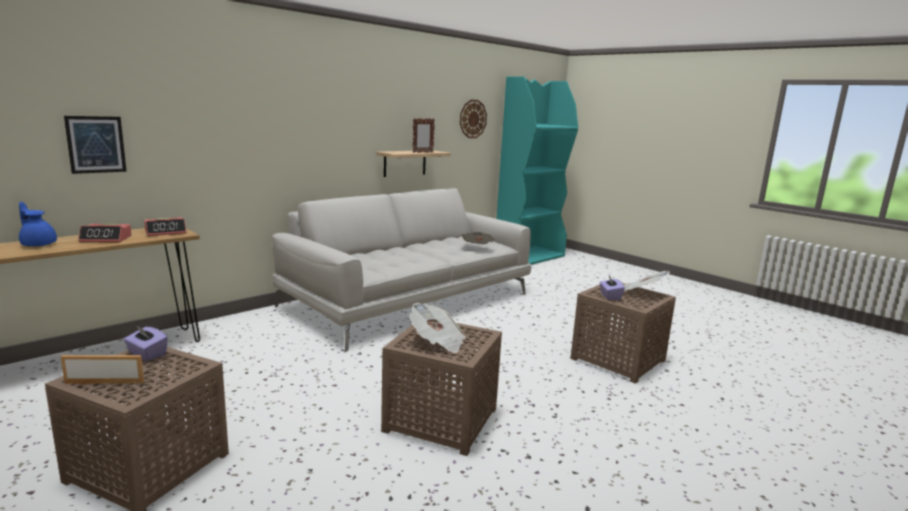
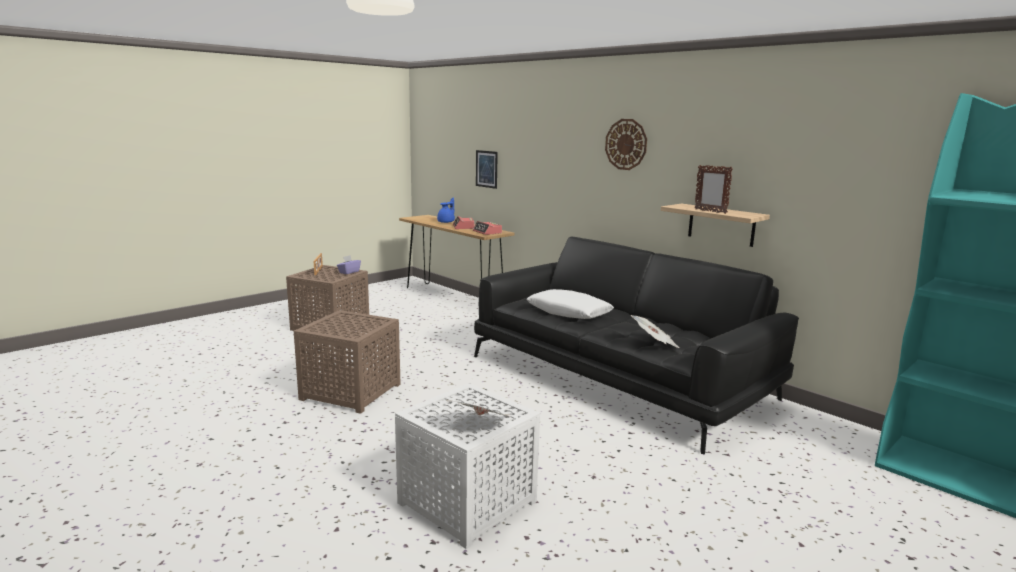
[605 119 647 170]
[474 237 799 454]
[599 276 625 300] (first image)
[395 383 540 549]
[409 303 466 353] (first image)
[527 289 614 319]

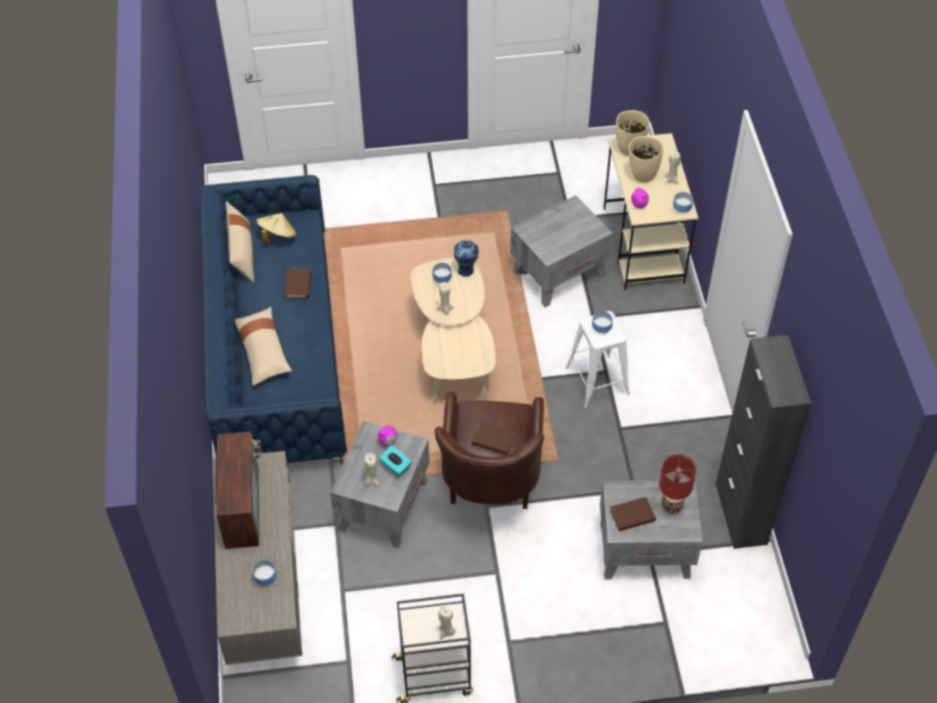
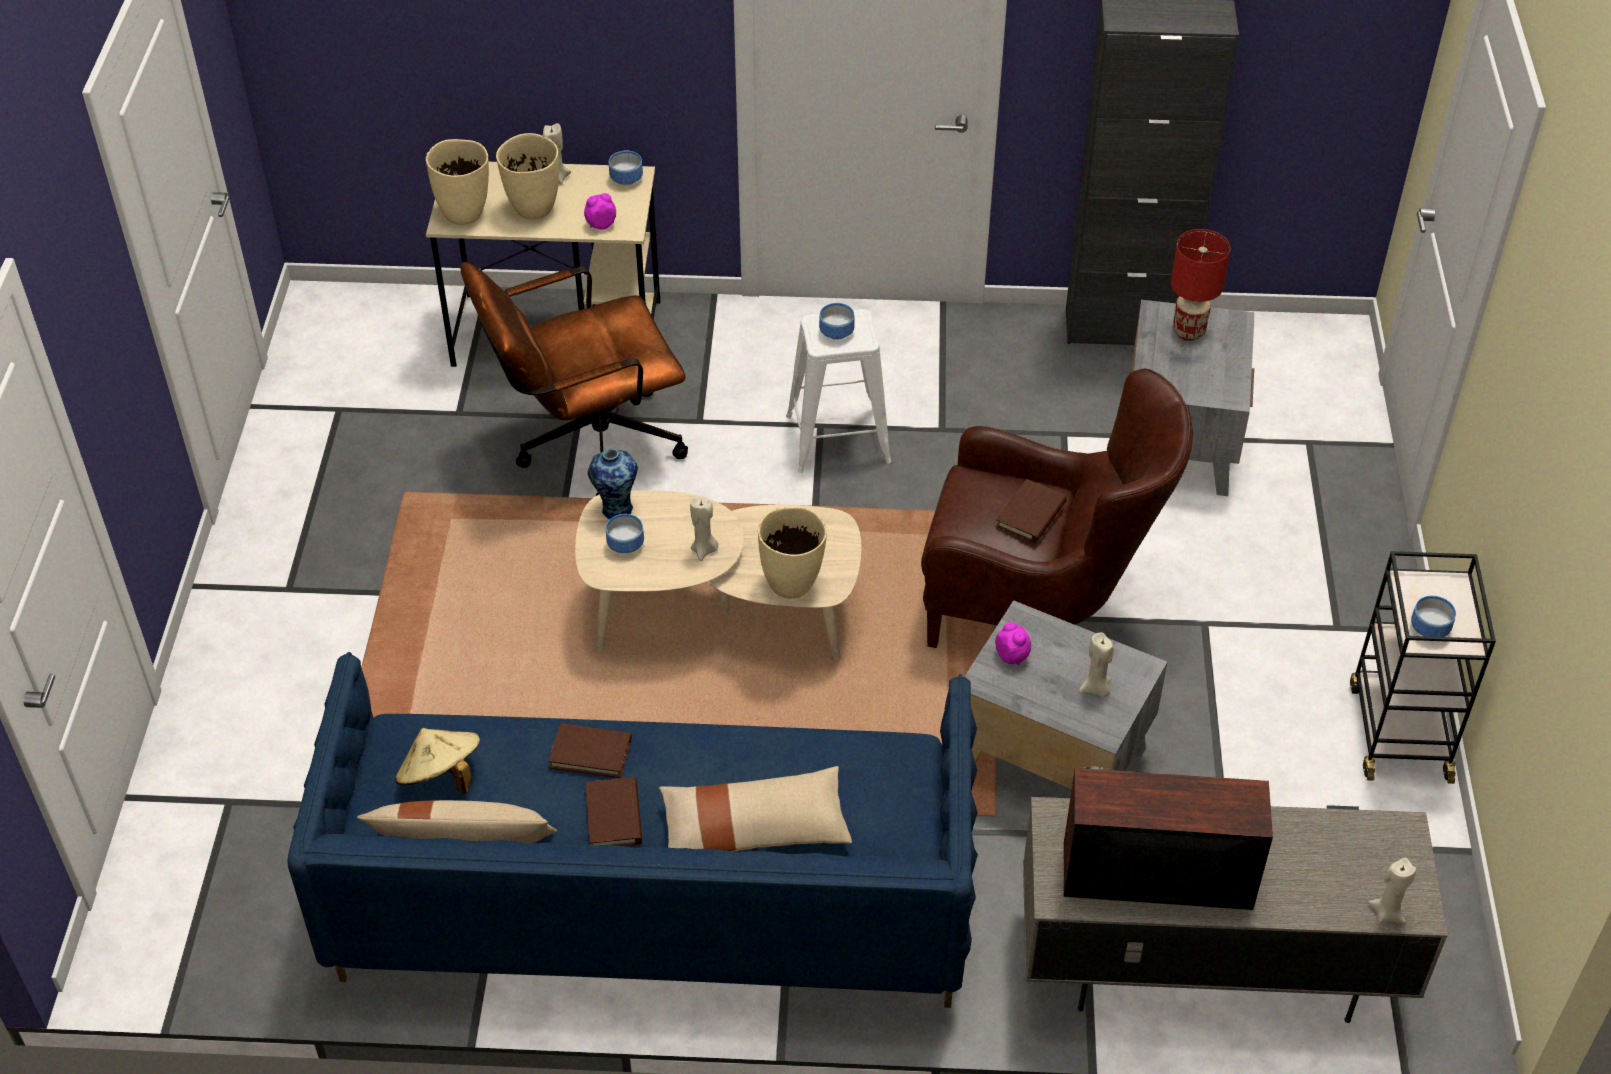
[461 262 688 496]
[380 445 412 477] (first image)
[585 777 642 846]
[1411 596 1456 637]
[1368 858 1416 924]
[758 507 827 599]

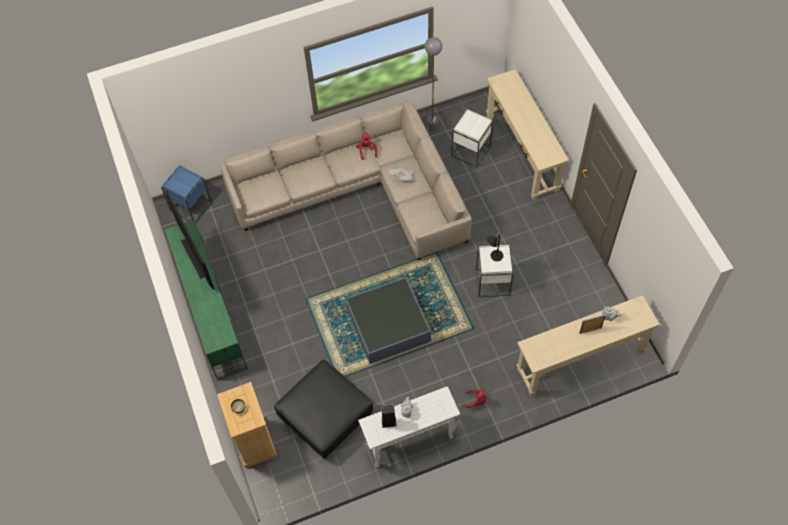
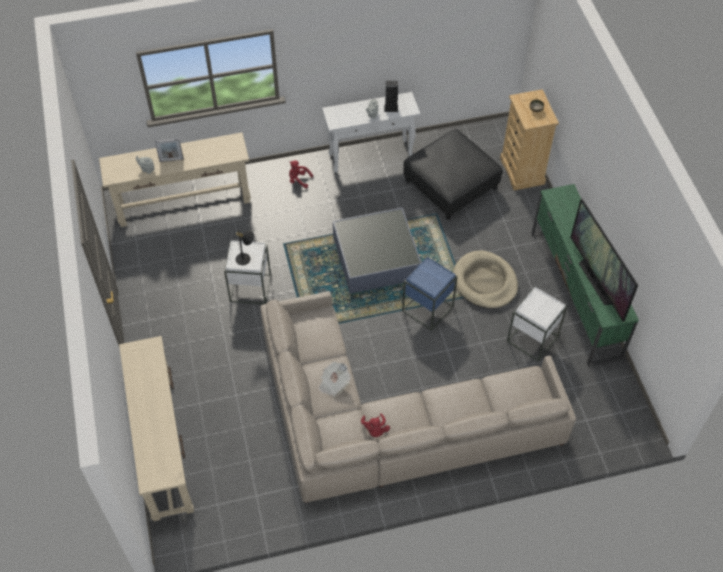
[425 37 443 131] (first image)
[507 287 567 362]
[402 257 458 331]
[453 250 518 309]

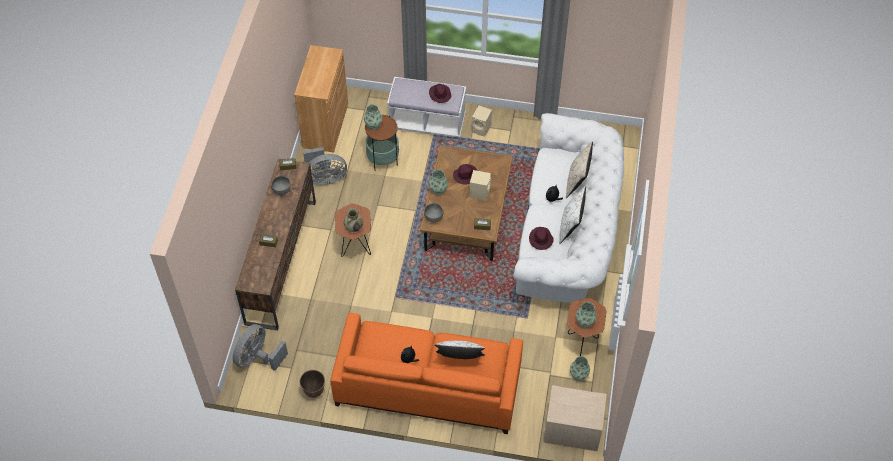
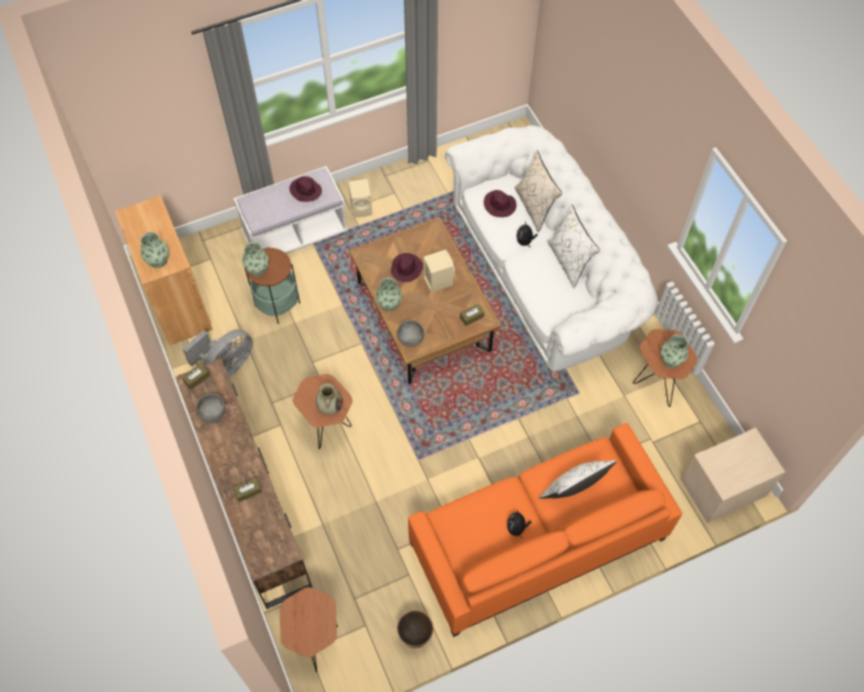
[484 190 517 217]
[280 587 338 672]
[141 232 169 268]

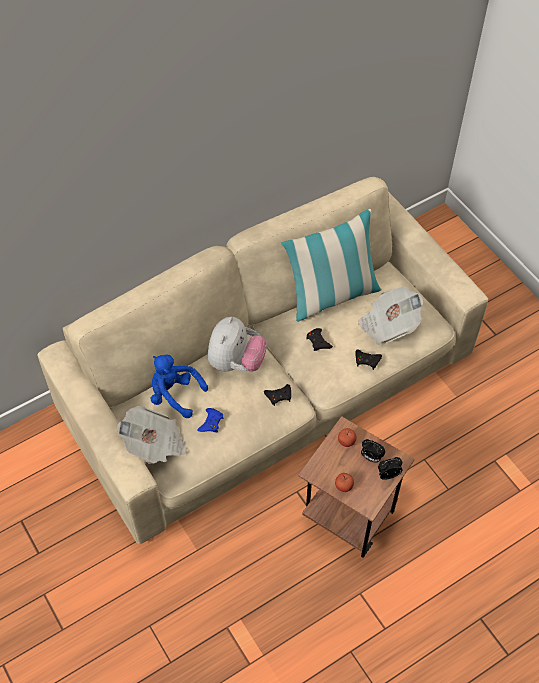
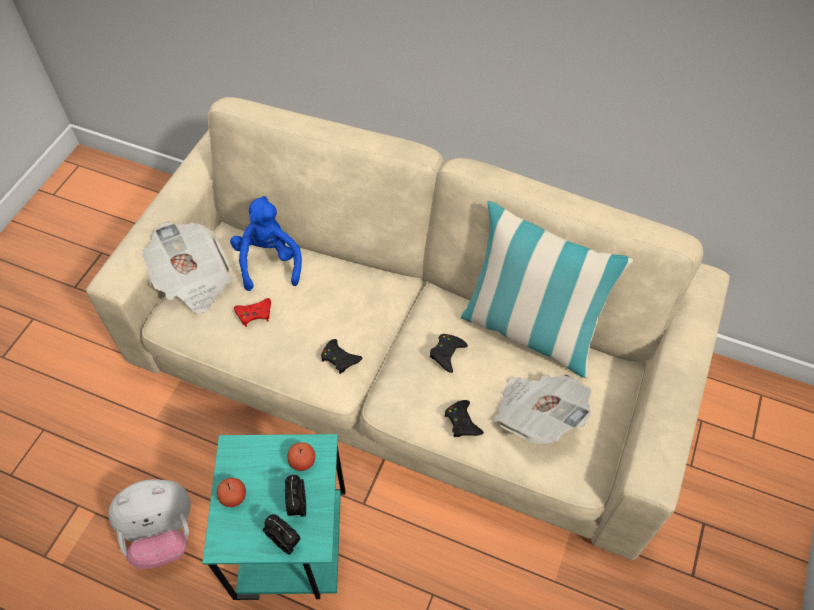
[109 479 191 569]
[234 298 271 327]
[202 434 345 600]

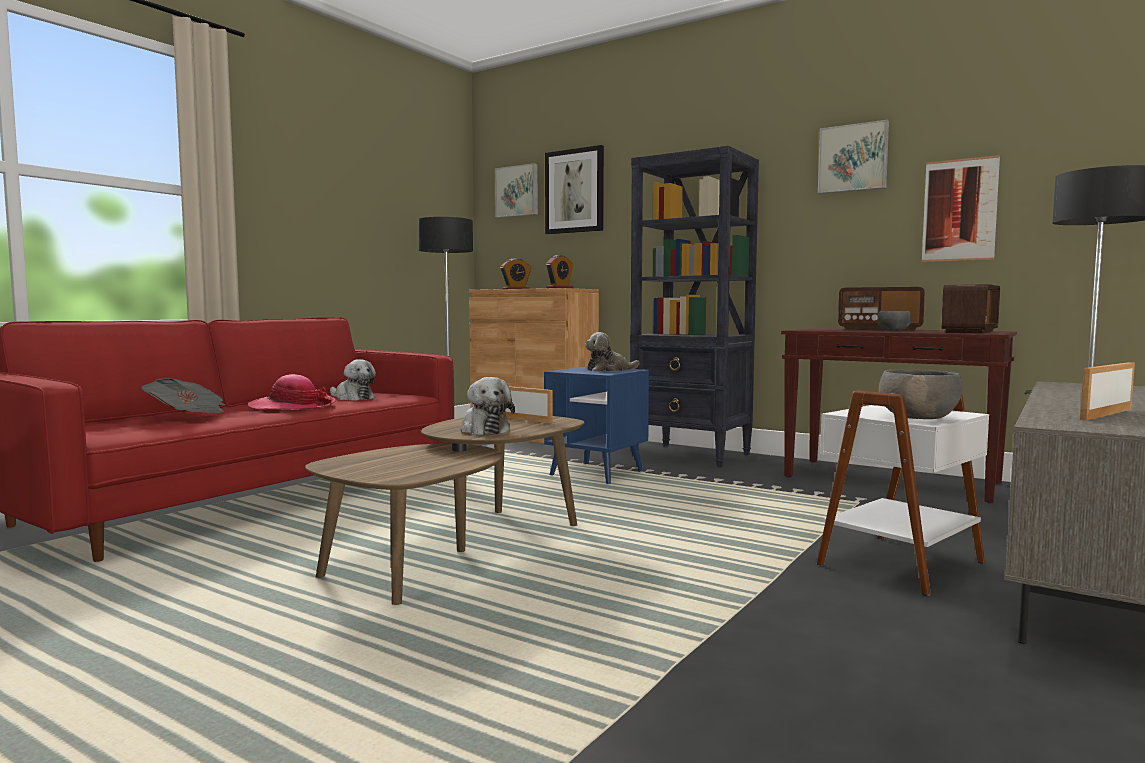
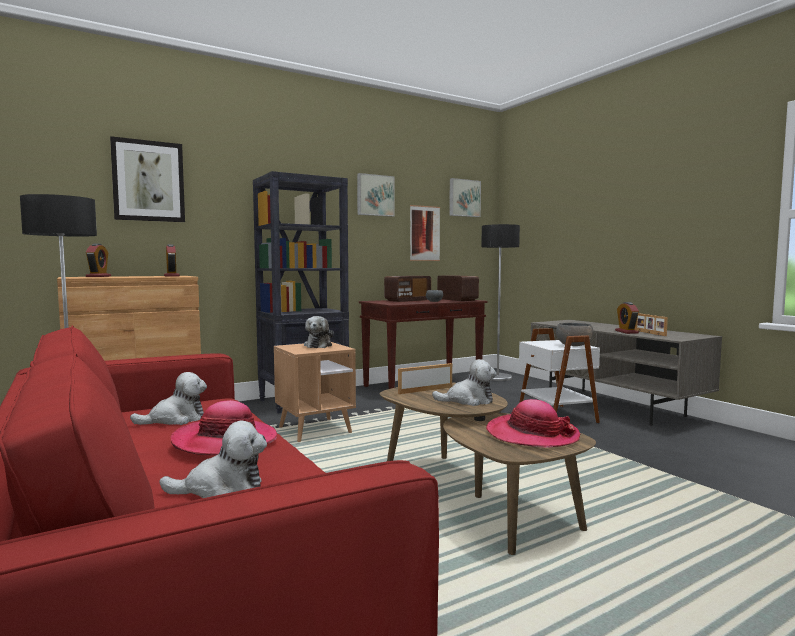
[449 178 481 217]
[274 342 356 442]
[159 421 267 498]
[615 302 639 334]
[486 399 581 448]

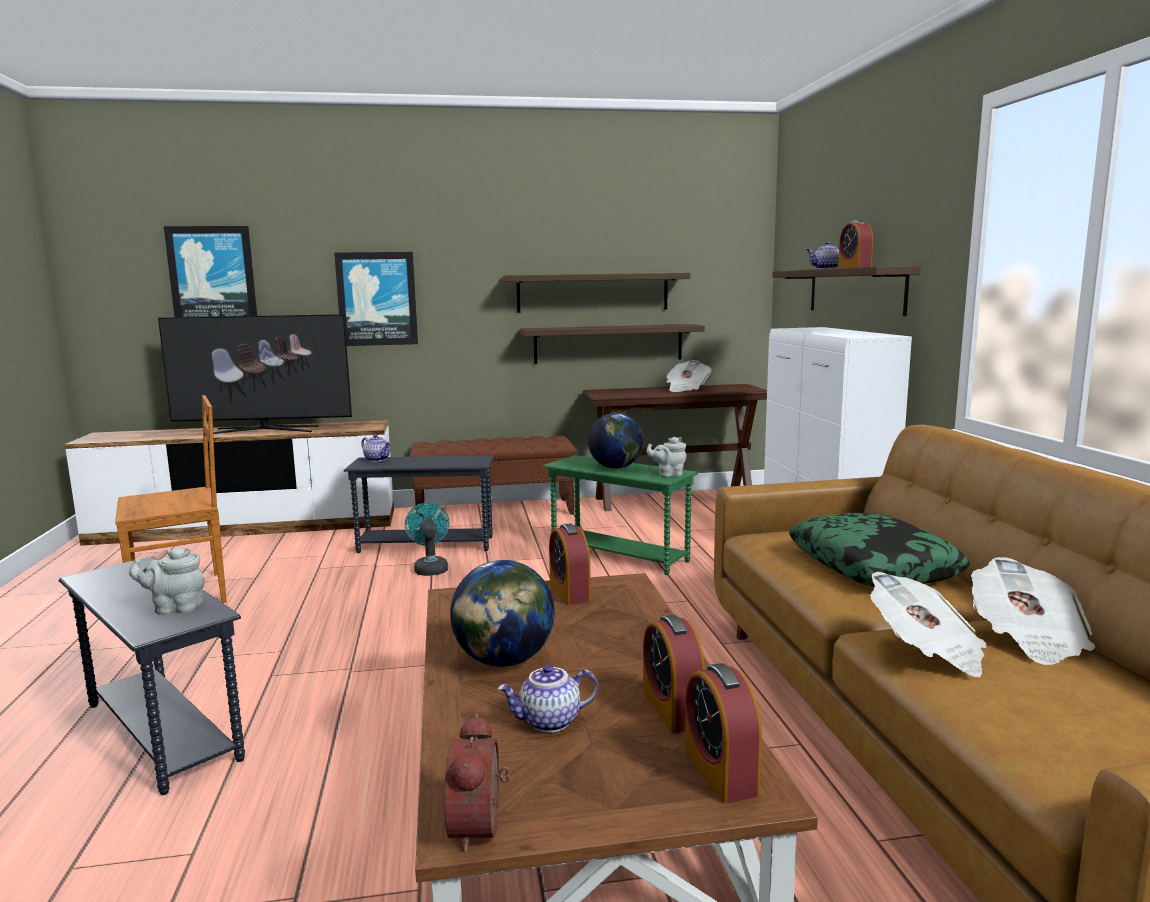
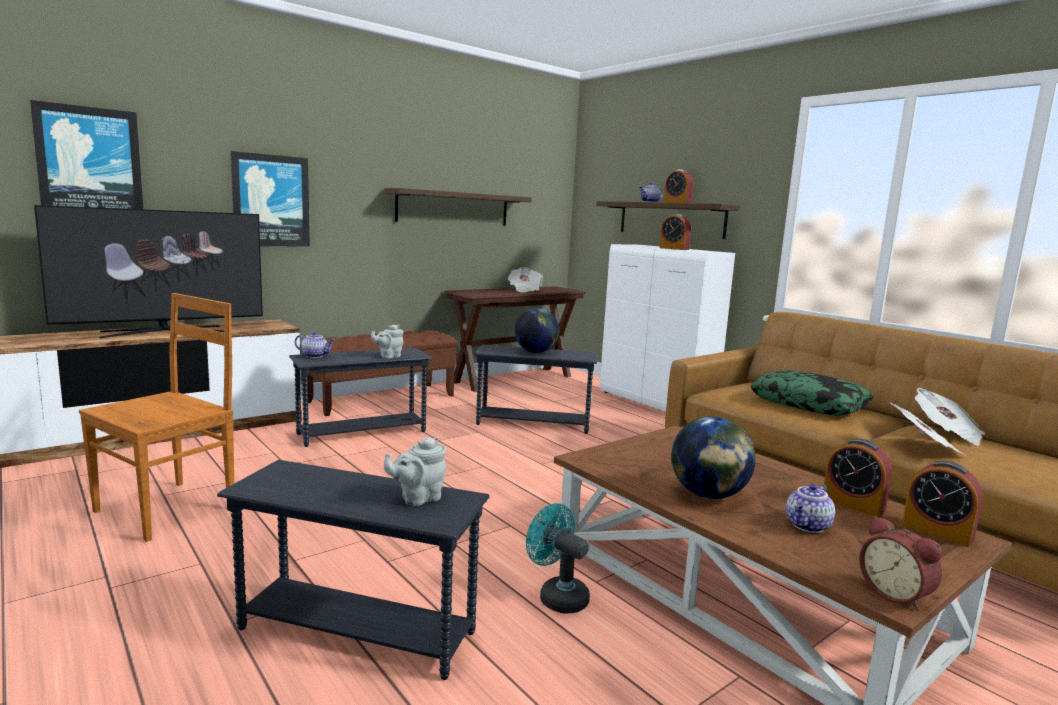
[520 324 705 364] (first image)
[371 324 403 359]
[474 344 597 434]
[526 503 590 614]
[660 214 691 250]

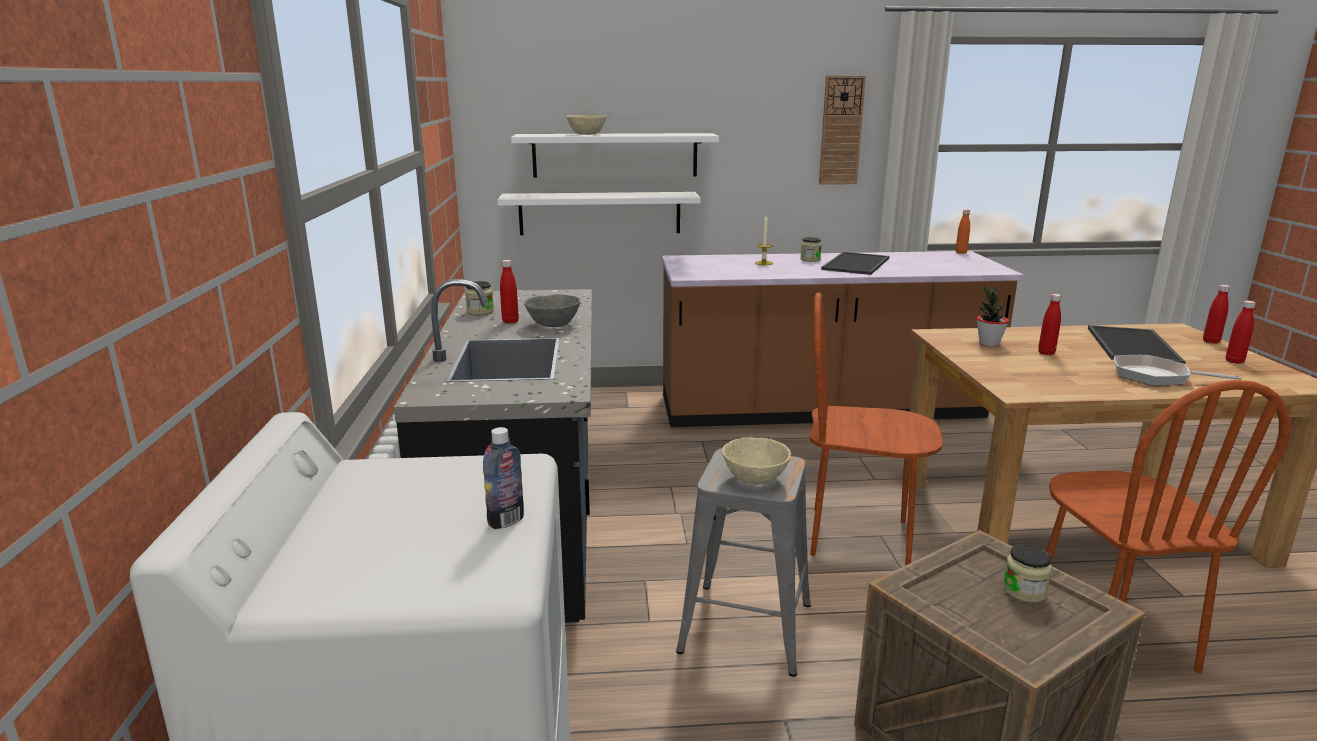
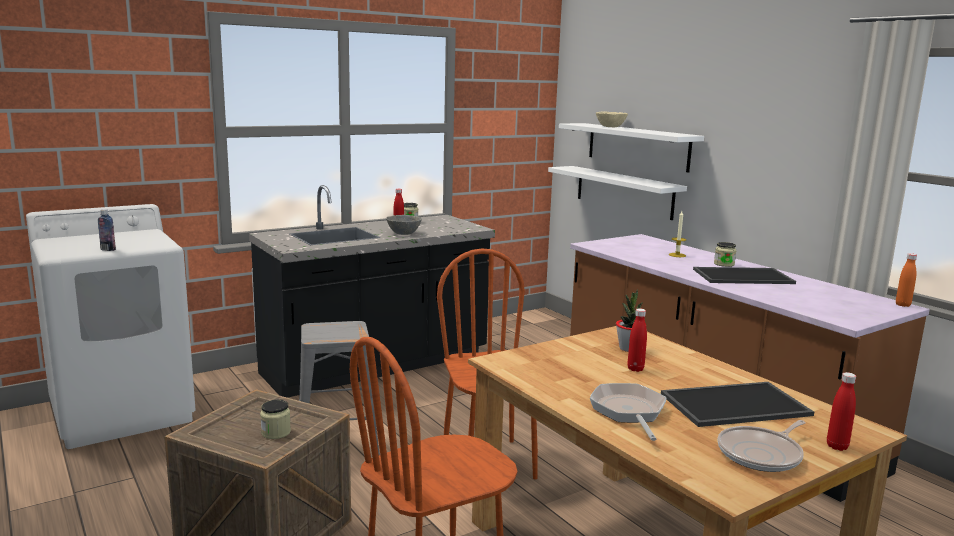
[819 76 866 185] (first image)
[718 420 805 472]
[722 437 791 485] (first image)

